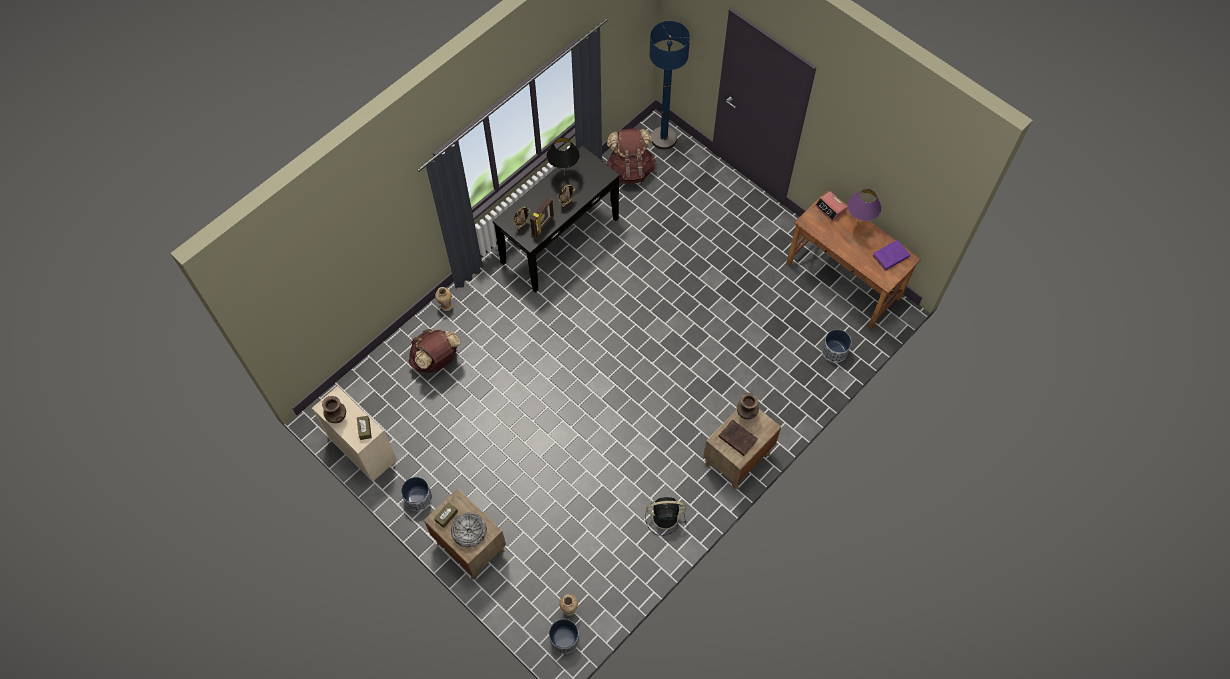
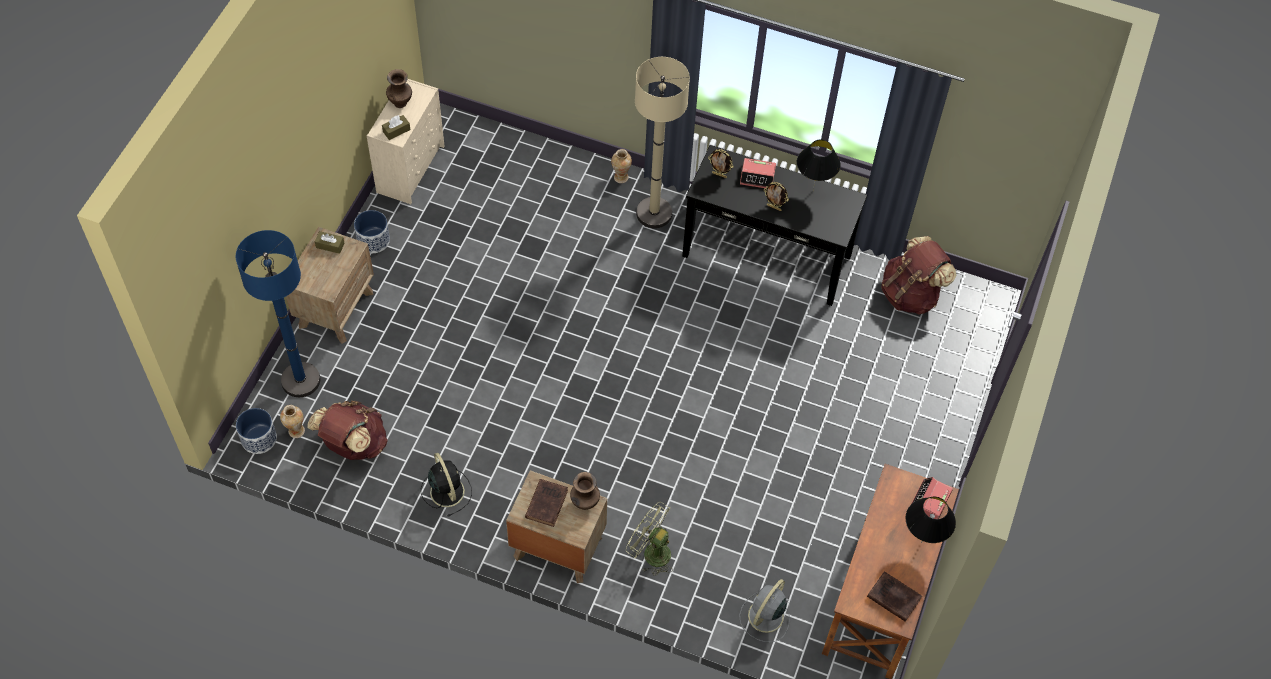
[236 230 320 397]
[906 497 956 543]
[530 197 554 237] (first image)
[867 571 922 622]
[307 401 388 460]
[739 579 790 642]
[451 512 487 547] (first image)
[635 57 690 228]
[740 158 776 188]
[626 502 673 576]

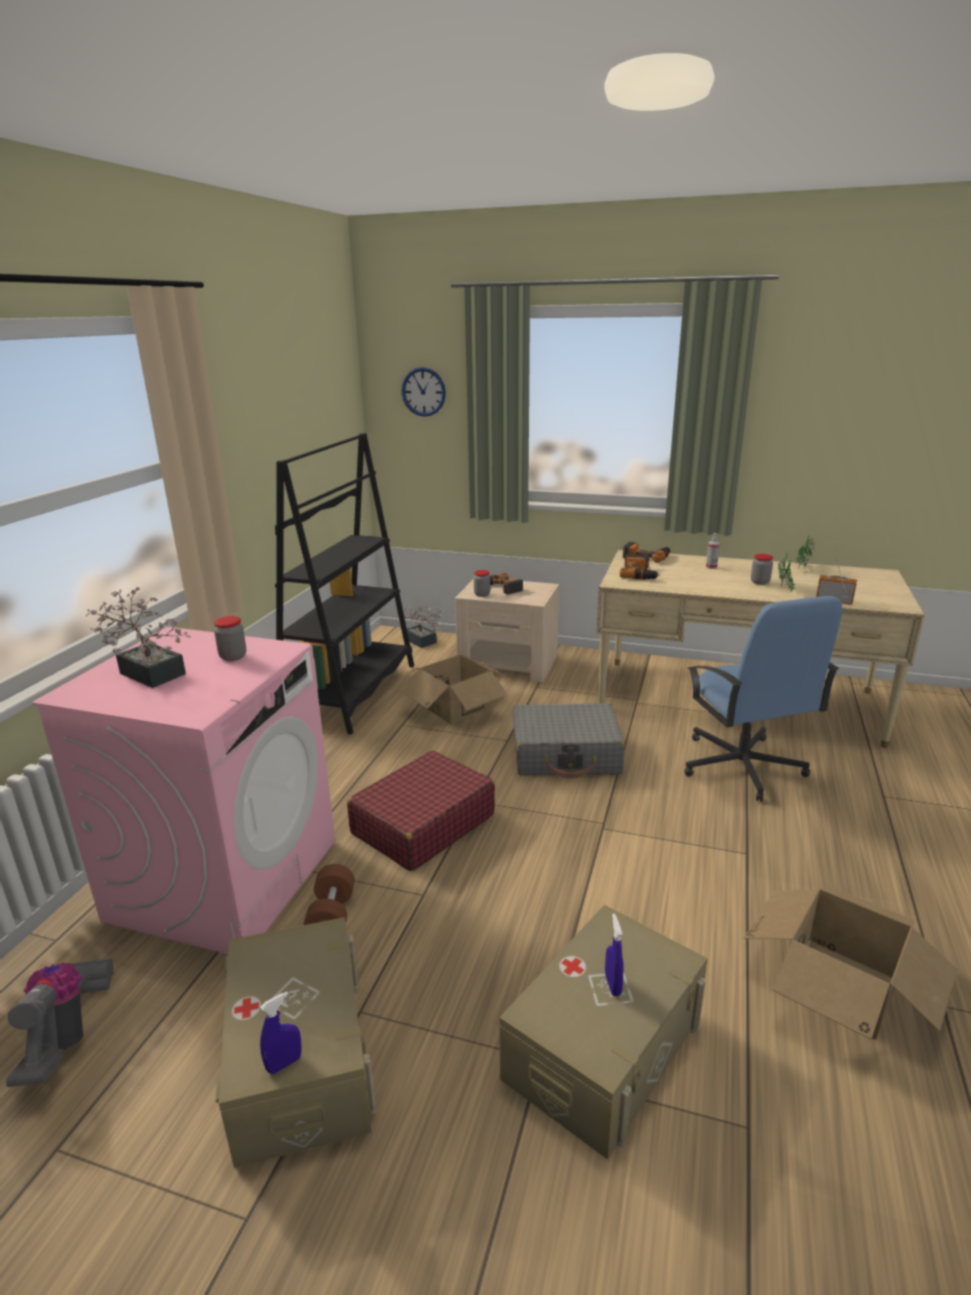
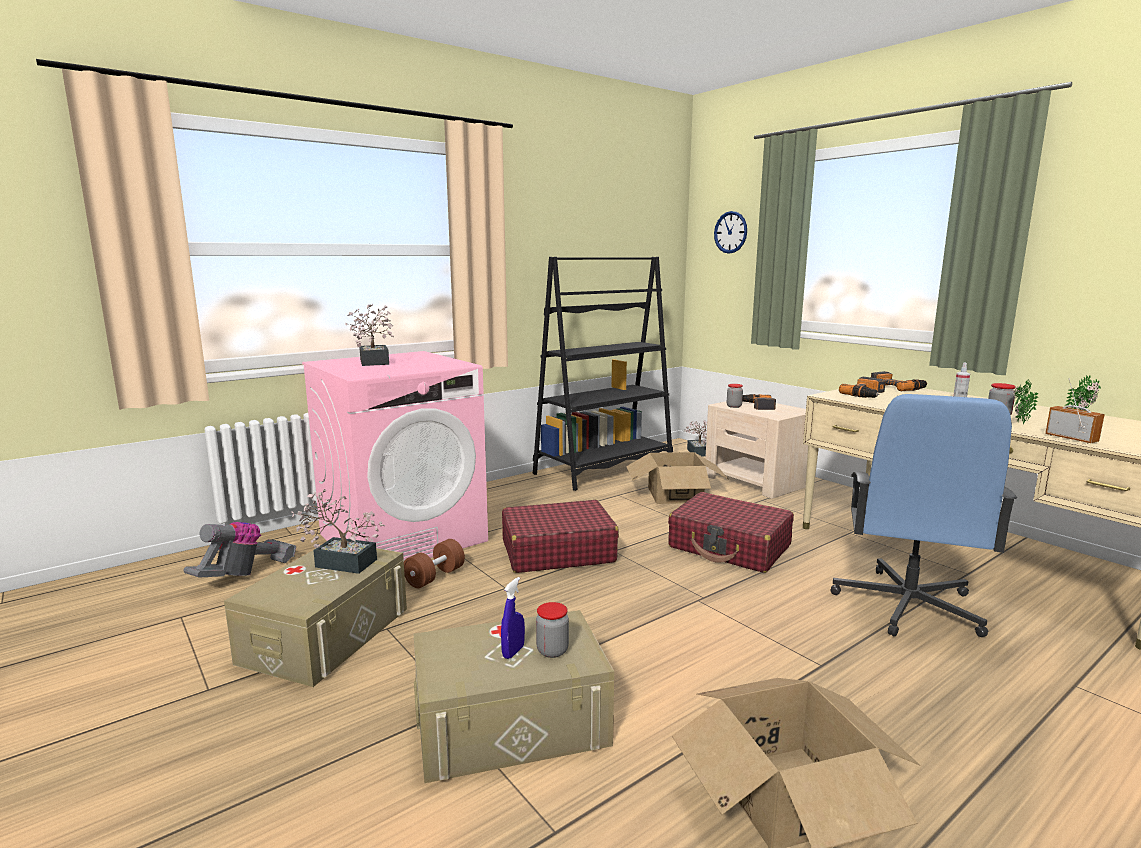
[536 602 569 658]
[668 492 794 573]
[260 992 302 1074] (first image)
[291 489 385 574]

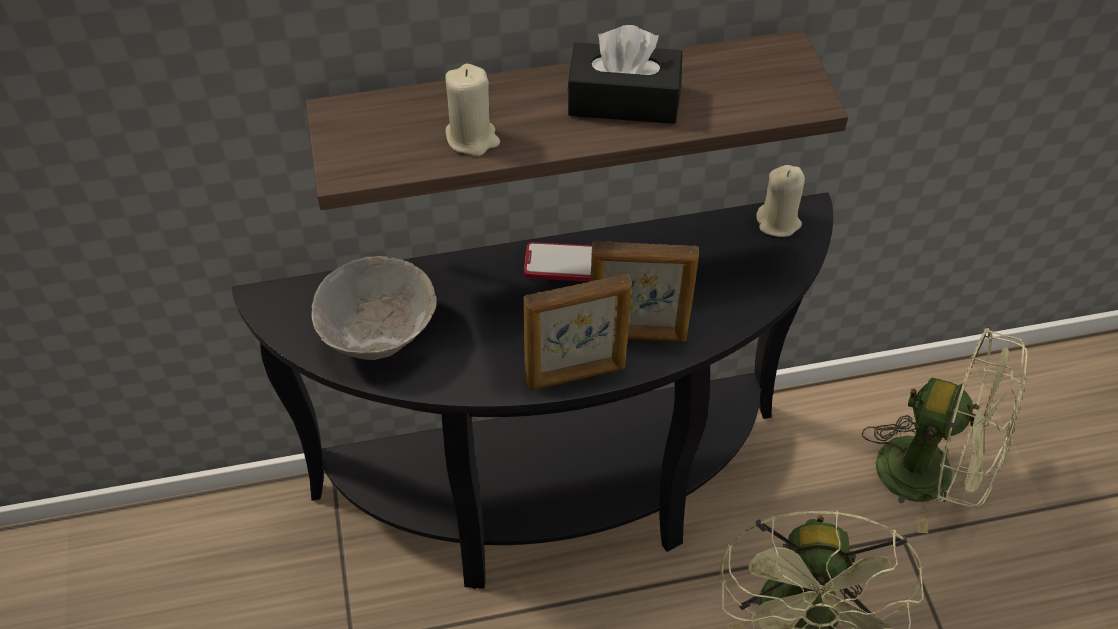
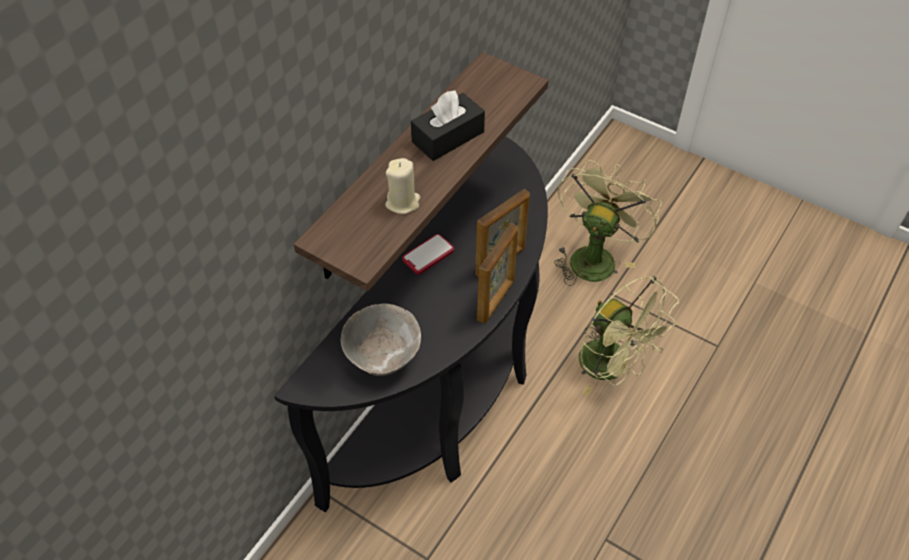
[756 165 805 237] (first image)
[554 160 662 286]

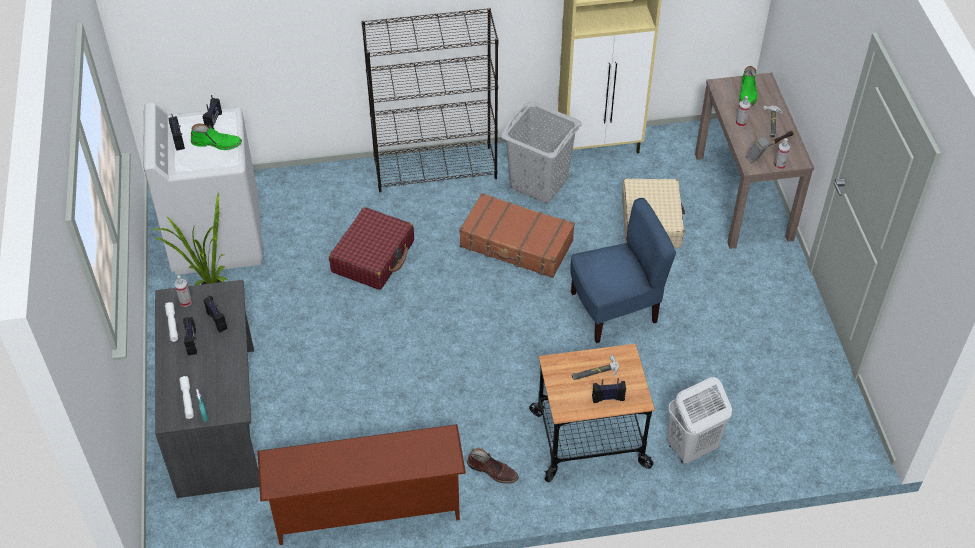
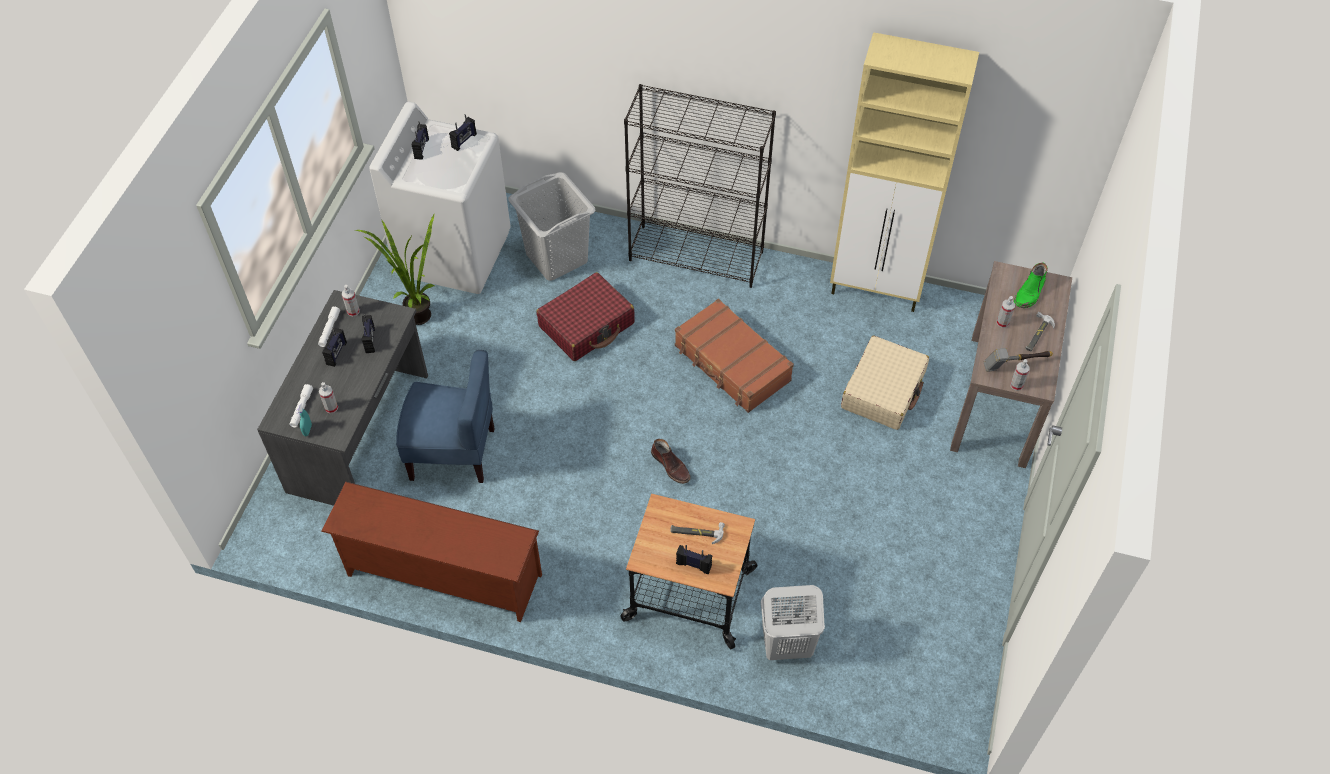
[508 172 596 281]
[191 124 242 150] (first image)
[396 350 495 483]
[651 439 690 484]
[319 382 338 414]

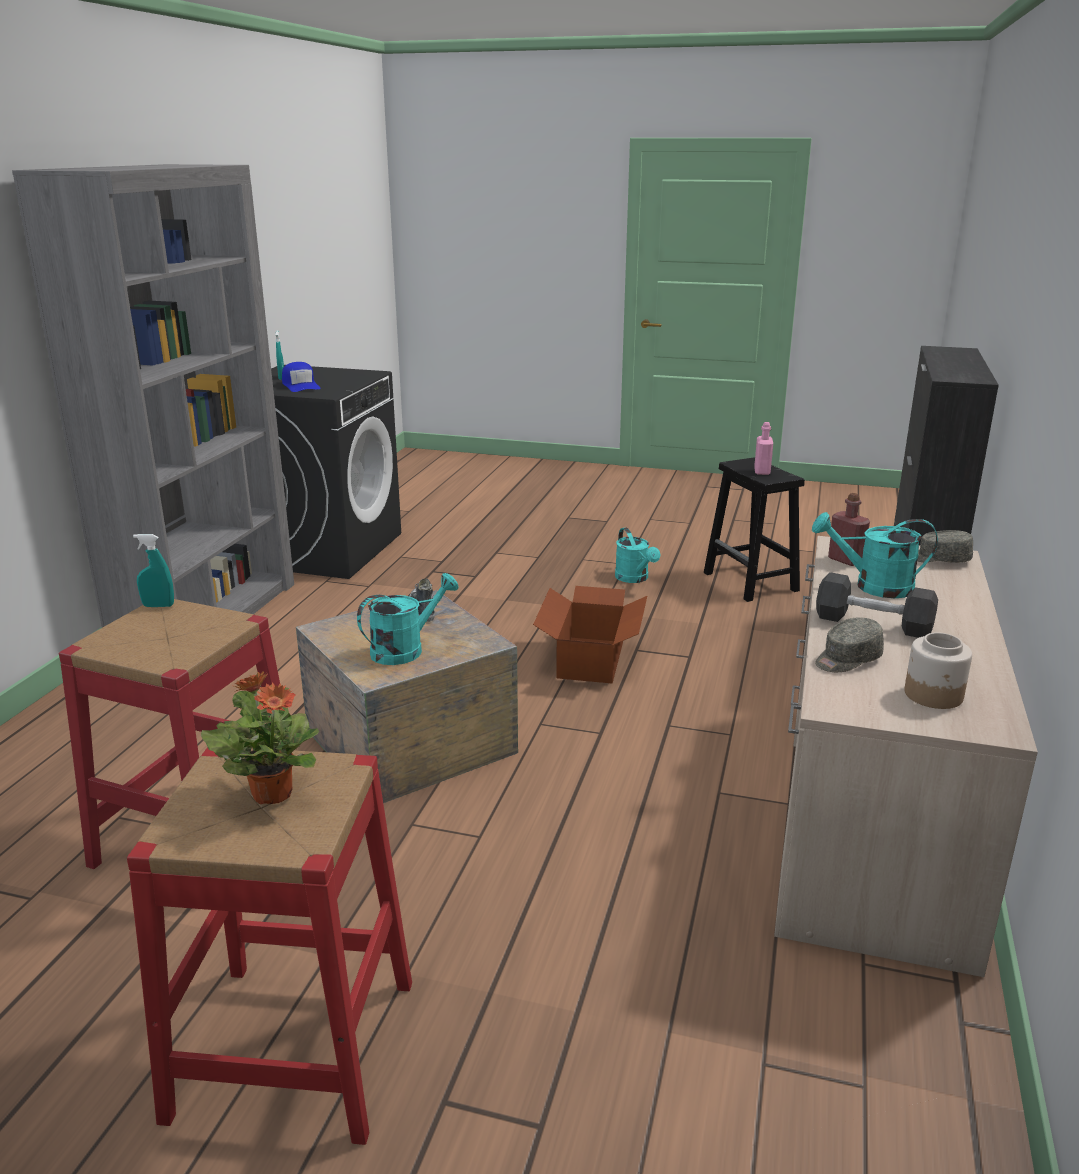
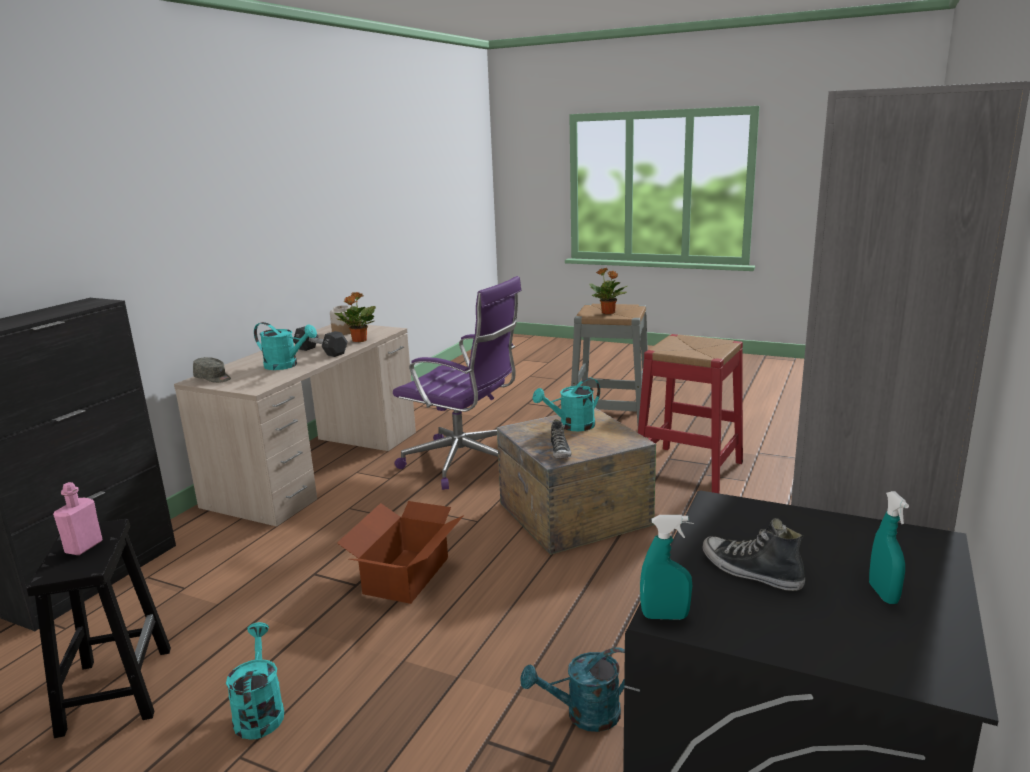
[282 362 321 392] (first image)
[828 493 870 566] (first image)
[640 515 692 620]
[334 292 376 342]
[571 304 650 424]
[393 276 522 490]
[702 518 805 591]
[521 647 625 732]

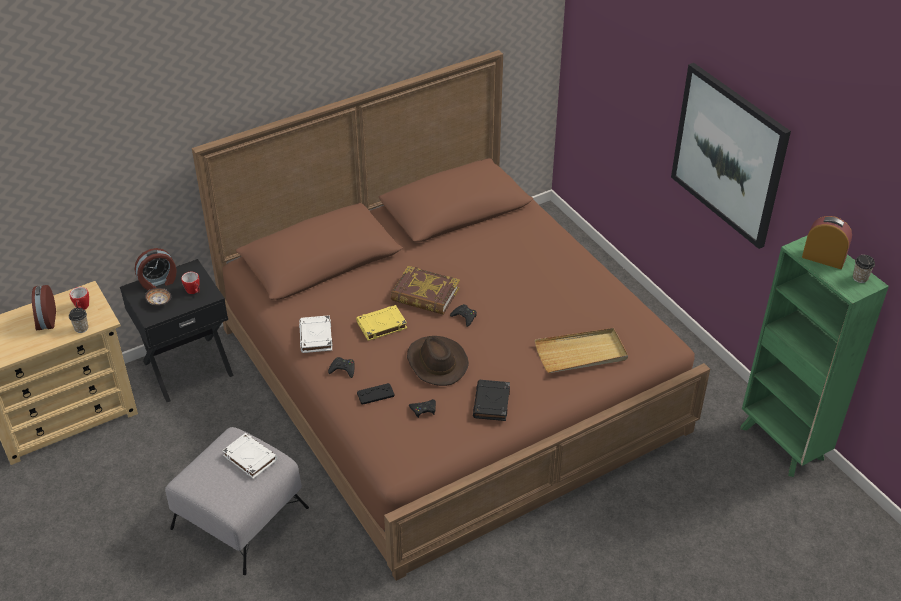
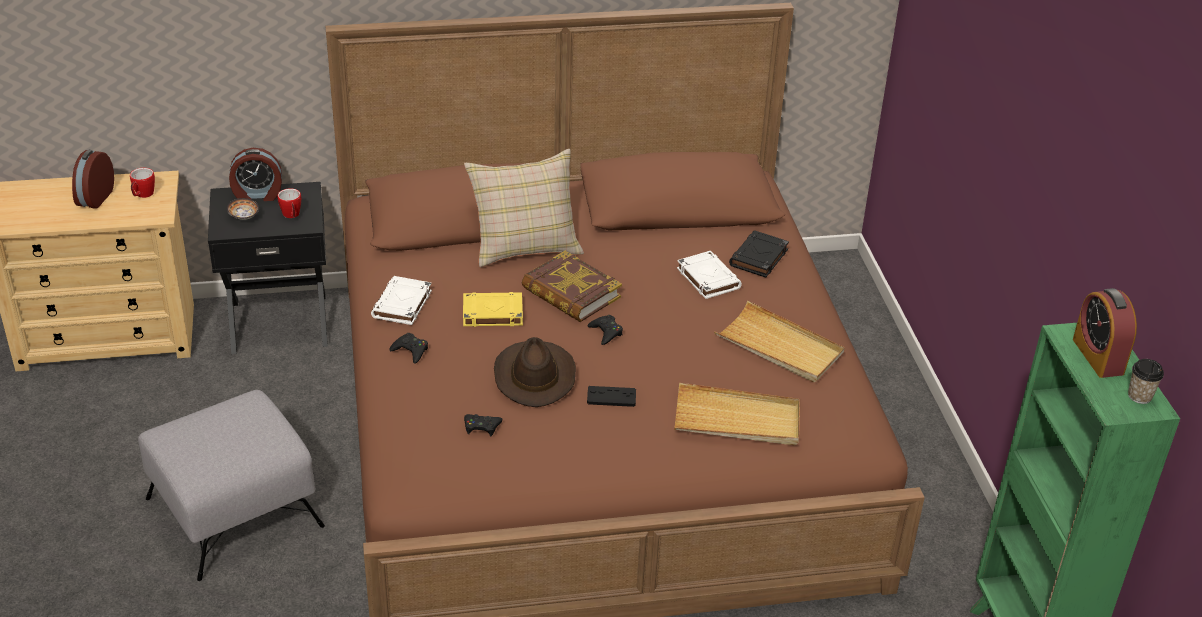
[671 63 791 249] (first image)
[1073 288 1137 378]
[69 308 88 333] (first image)
[729 230 789 278]
[587 386 636 407]
[677 251 742 299]
[464 149 584 267]
[714 301 845 382]

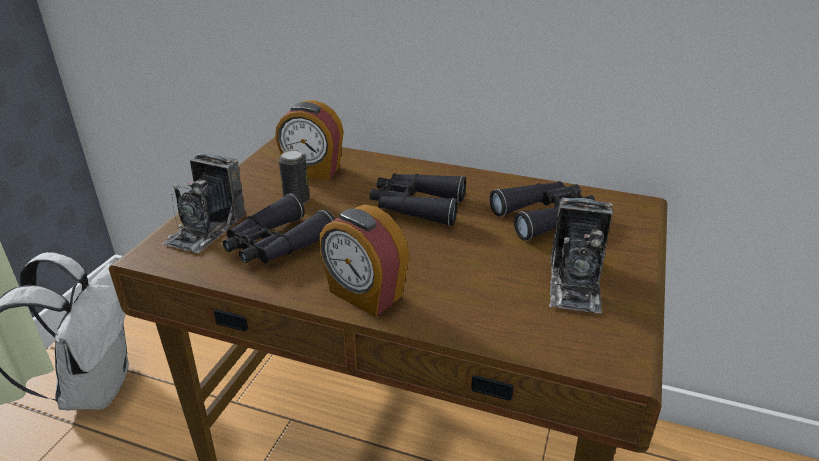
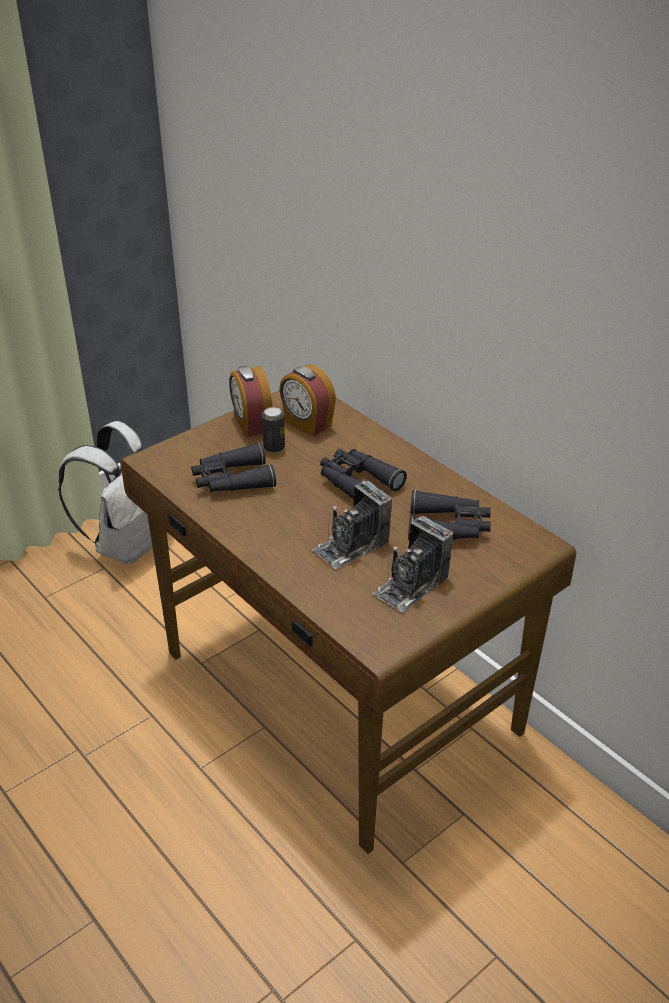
[312 481 392 569]
[229 366 272 437]

